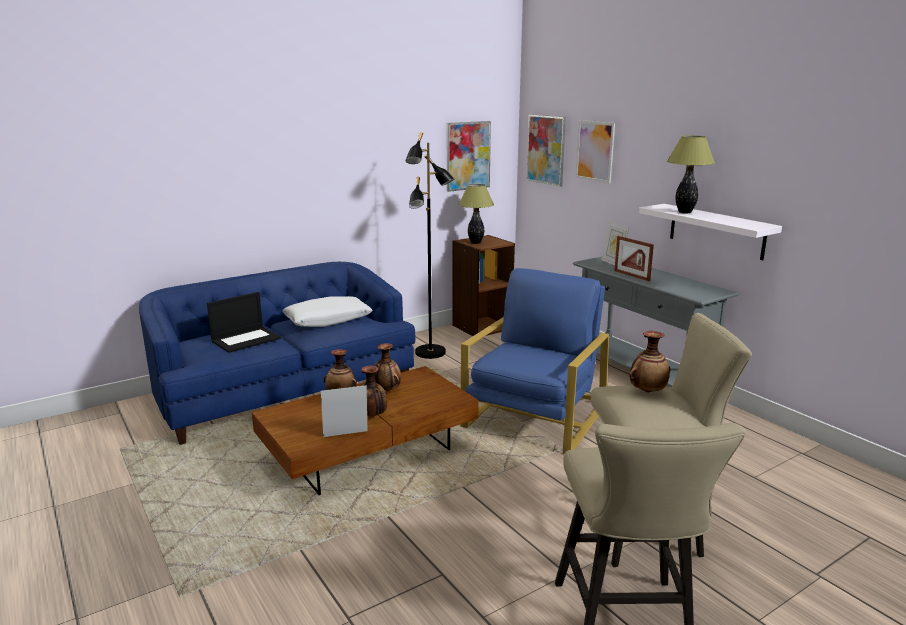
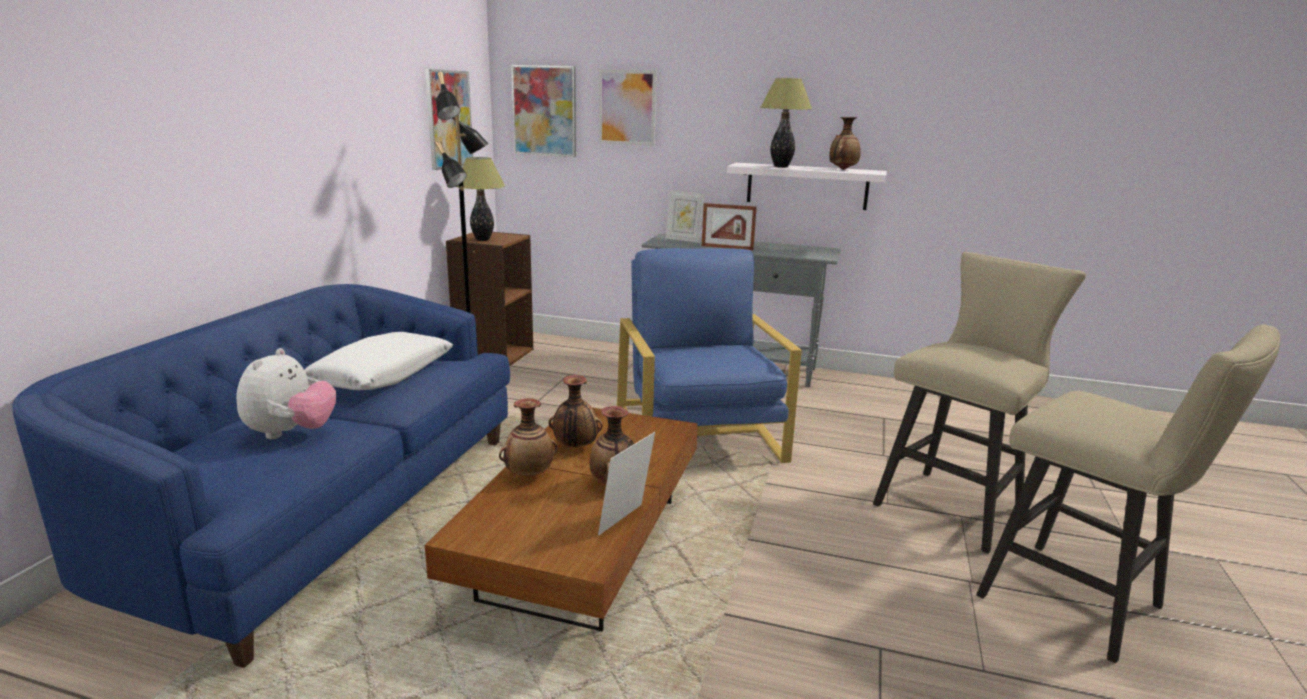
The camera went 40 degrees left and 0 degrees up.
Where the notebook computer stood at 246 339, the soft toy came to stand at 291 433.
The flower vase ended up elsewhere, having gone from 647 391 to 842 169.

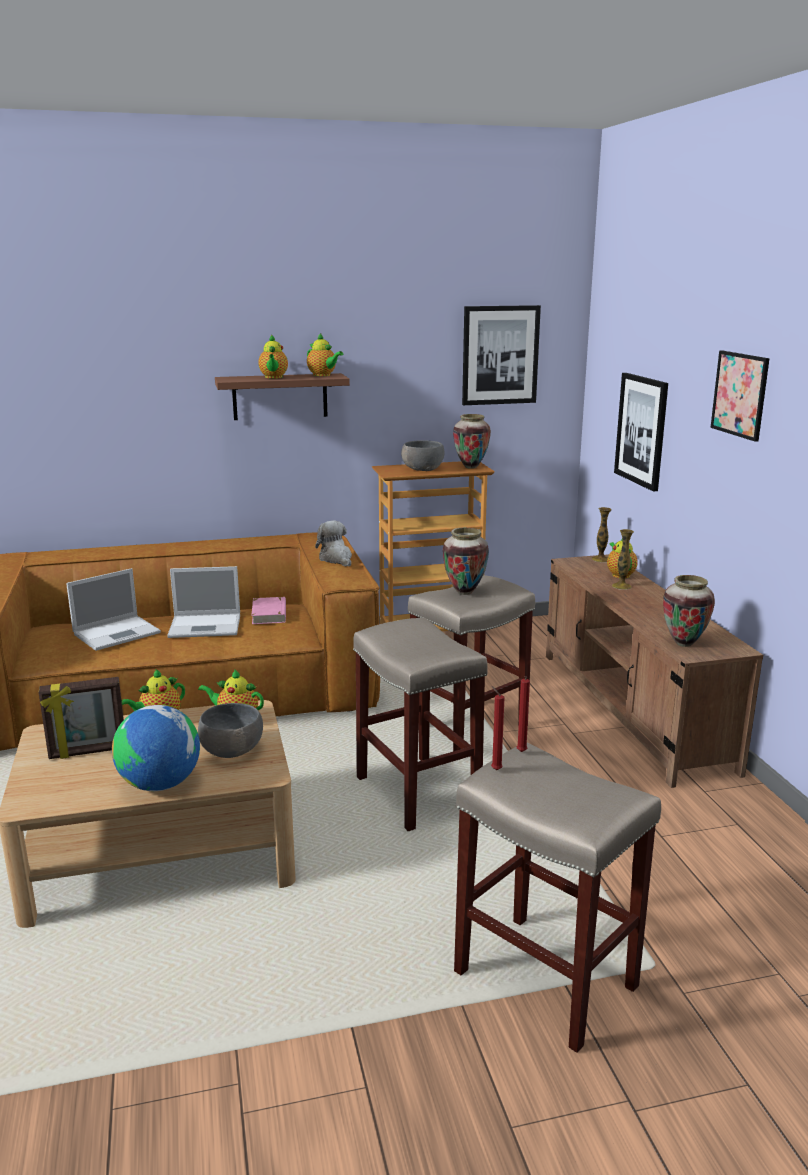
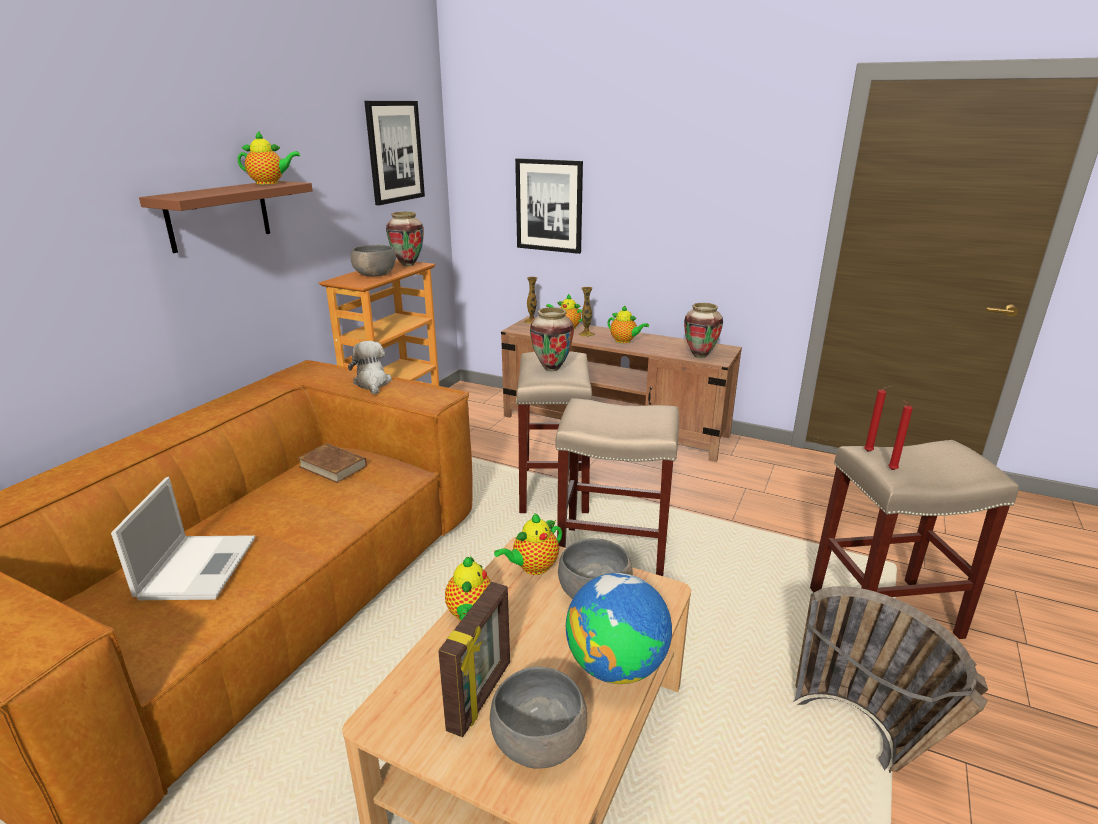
The camera went 50 degrees left and 5 degrees up.
What was the pink-coloured book at 269 614 turned into the brown-coloured book at 333 466.
The soft toy at 336 559 ended up facing another way, 60 degrees clockwise from before.
The second view gained the gray serving bowl at 539 742.
The pot for tea ended up elsewhere, having gone from 273 377 to 624 341.
The second view gained the household basket at 869 744.
The second view lost the notebook computer at 206 626.
The second view lost the picture at 740 394.

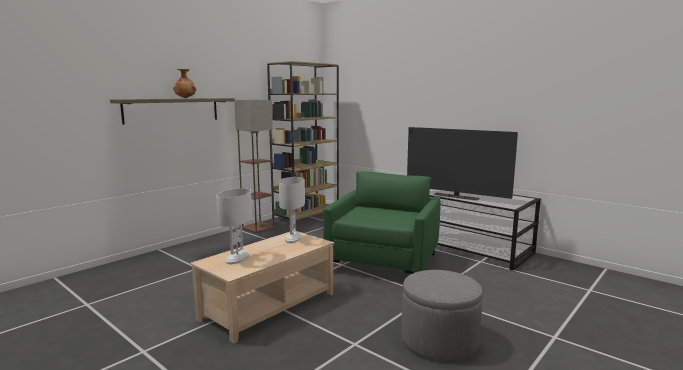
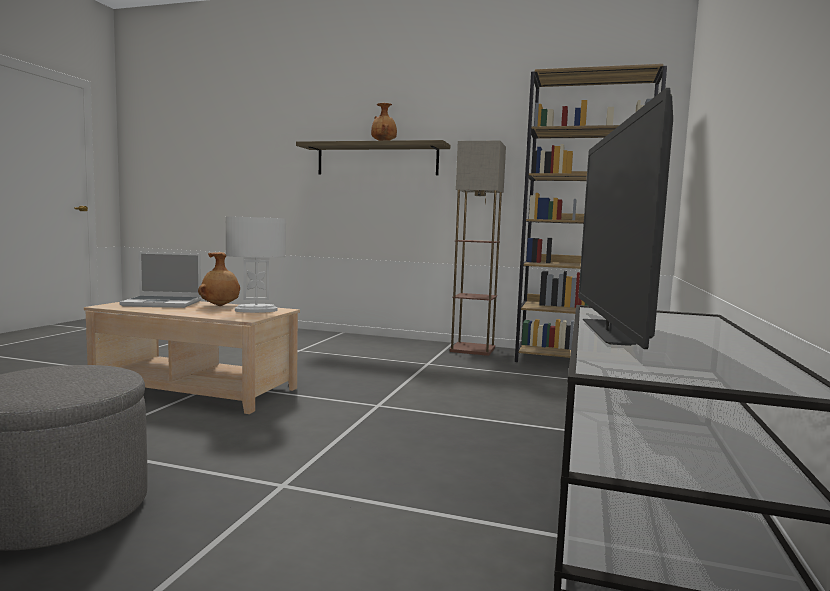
The camera went 65 degrees right and 5 degrees down.
Where the white lamp for a table stood at 237 258, the notebook computer came to stand at 163 303.
The second view gained the brown-coloured flower vase at 220 306.
The second view lost the green-coloured armchair at 383 263.

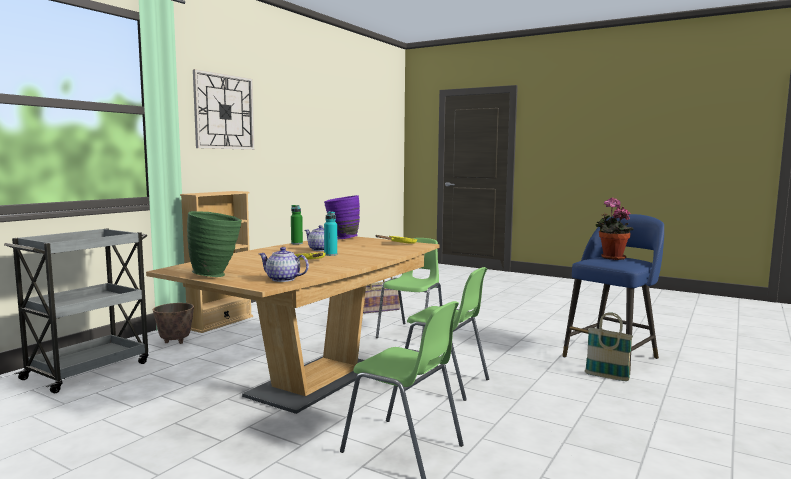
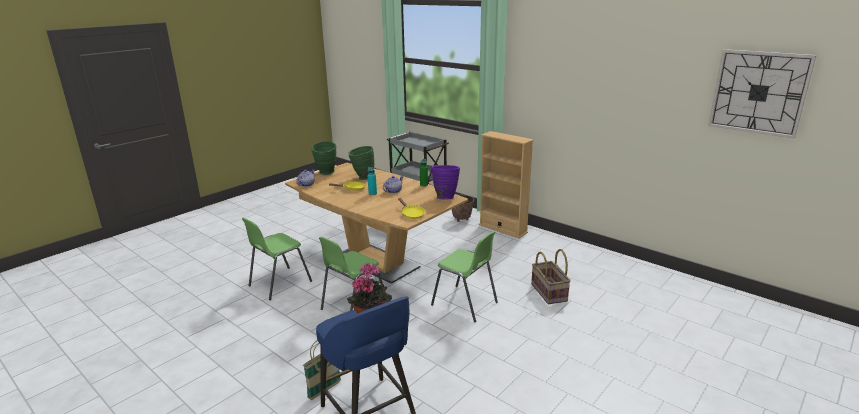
The camera went 100 degrees right and 15 degrees up.
The second view gained the green-coloured flower vase at 362 178.
The wall clock ended up elsewhere, having gone from 224 112 to 758 92.

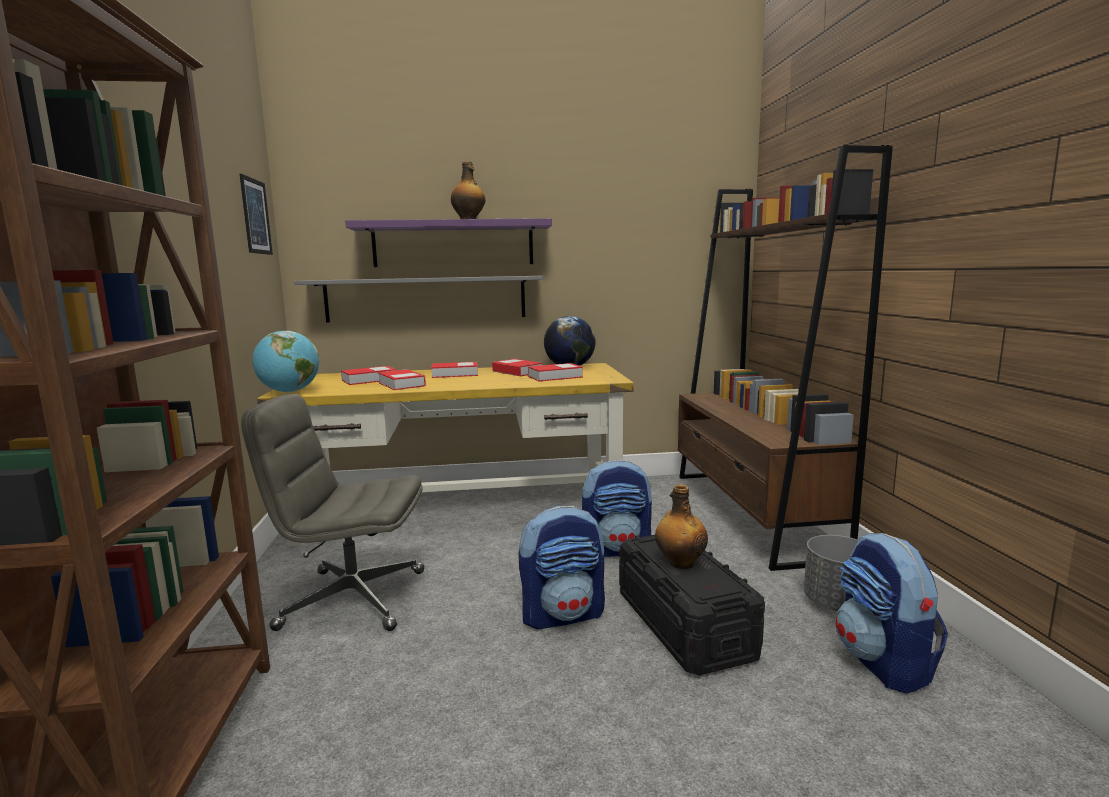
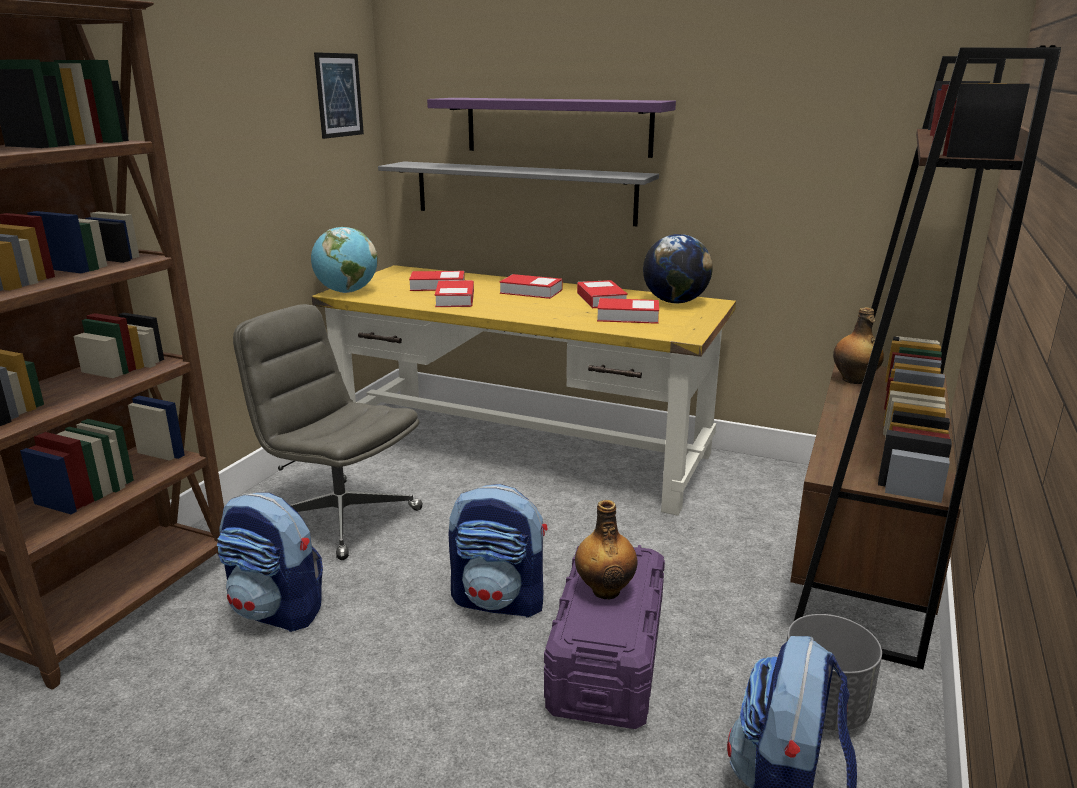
The camera went 30 degrees right and 10 degrees up.
The rucksack ended up elsewhere, having gone from 617 549 to 277 611.
What was the blackish storage bin at 683 624 turned into the purple storage bin at 606 659.
The beverage bottle ended up elsewhere, having gone from 468 219 to 854 380.

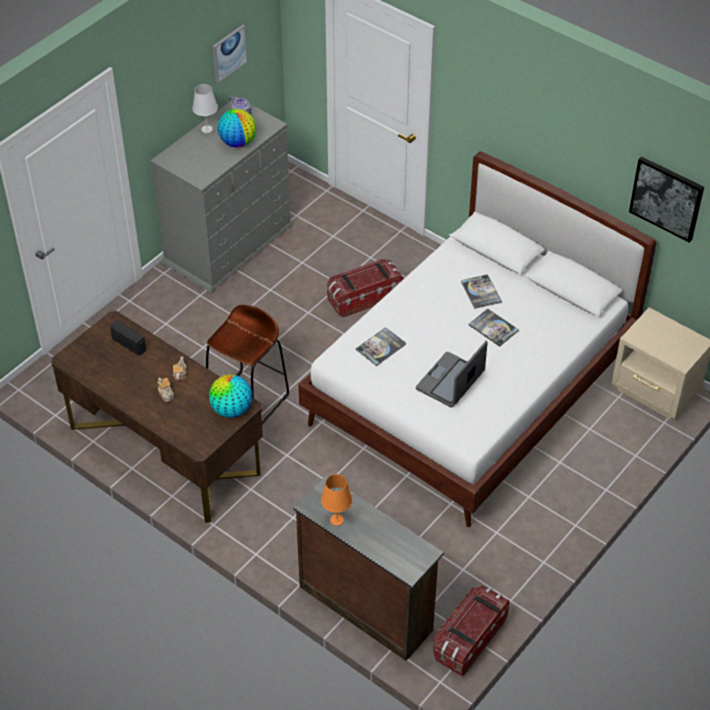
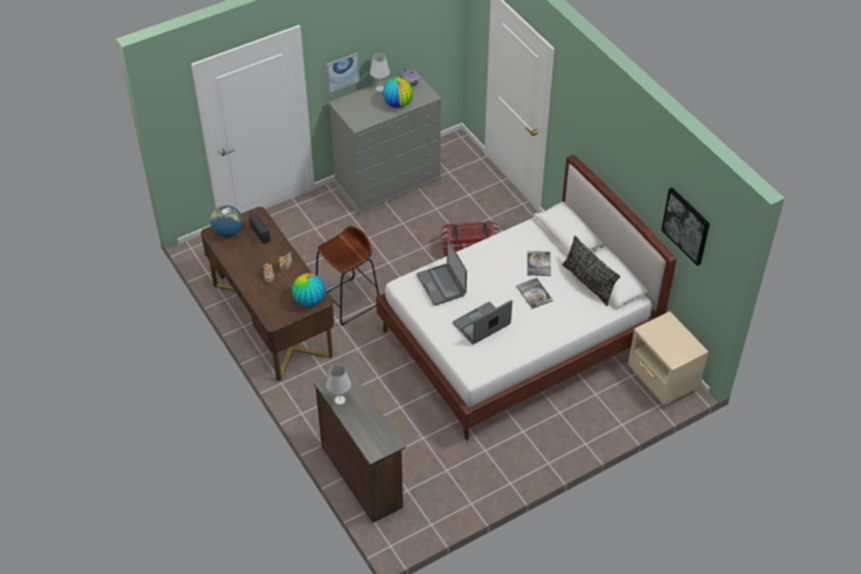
The camera went 20 degrees right and 0 degrees up.
The second view gained the desk globe at 228 232.
The picture ended up elsewhere, having gone from 229 53 to 342 72.
What was the orange-coloured lamp for a table at 336 520 turned into the white lamp for a table at 339 400.
Where the book stood at 381 347, the notebook computer came to stand at 441 285.
The second view gained the blackish pillow at 588 283.
The second view lost the storage bin at 469 639.

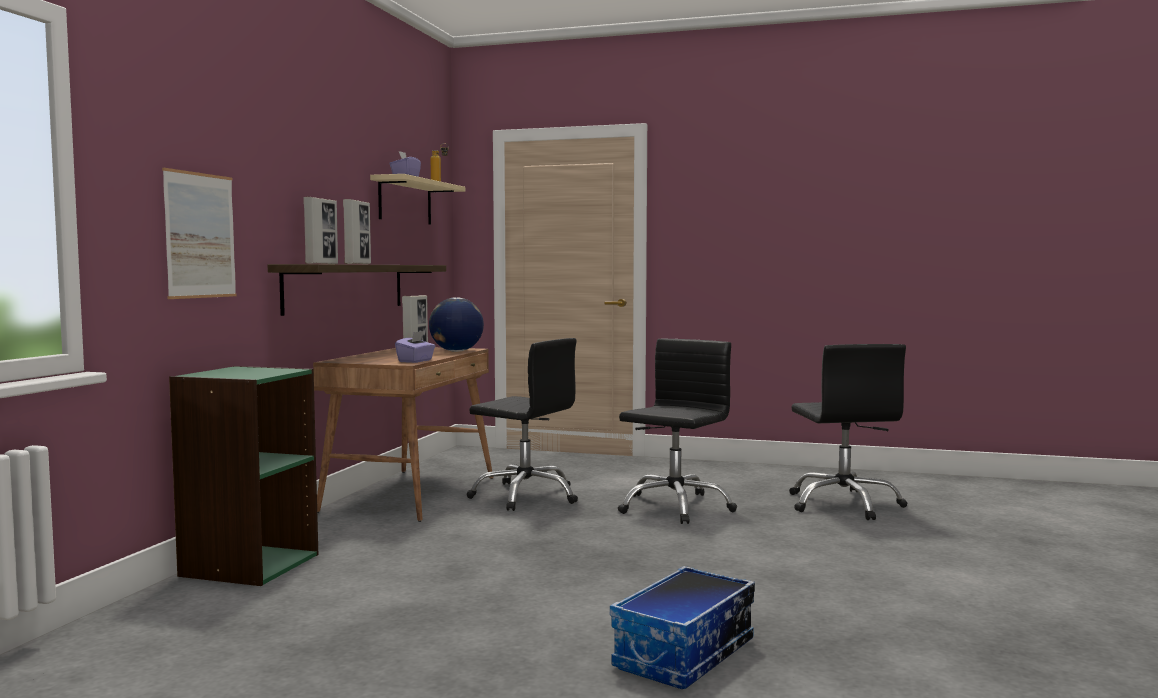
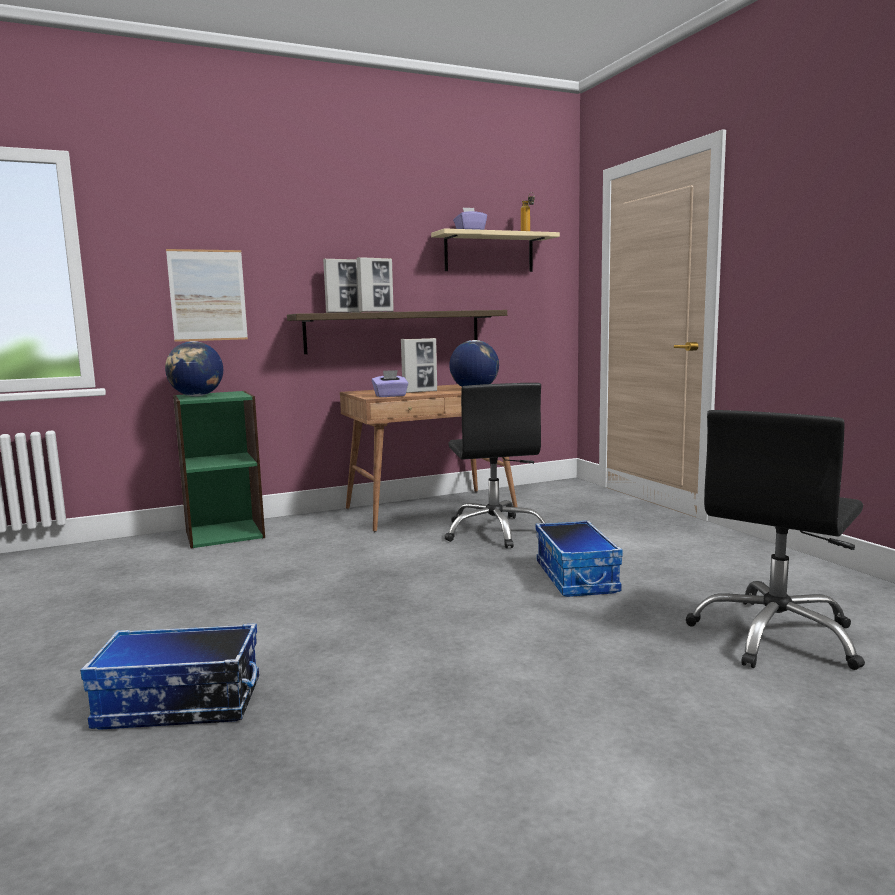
The camera went 50 degrees right and 5 degrees up.
The second view gained the desk globe at 196 396.
Where the blackish desk chair stood at 674 507, the storage bin came to stand at 577 577.

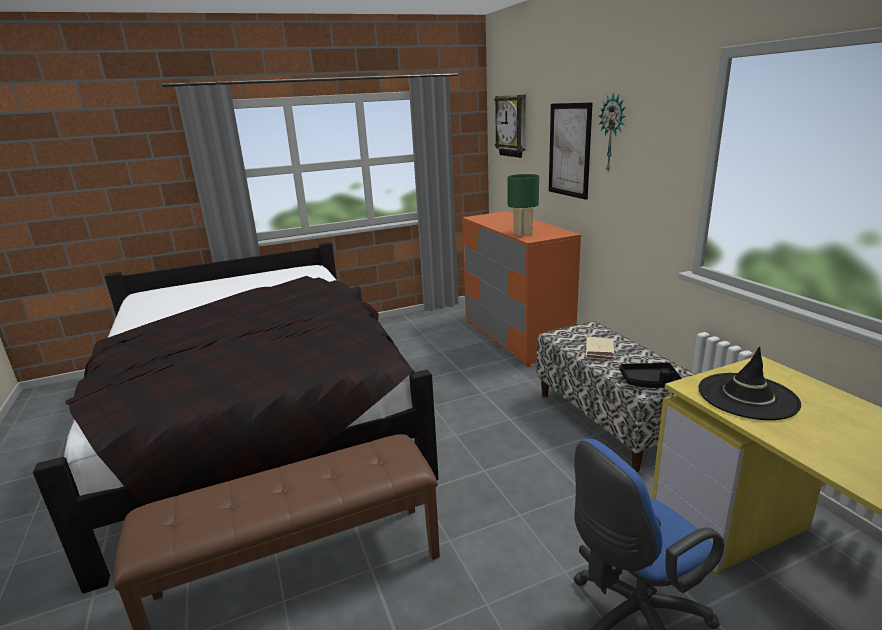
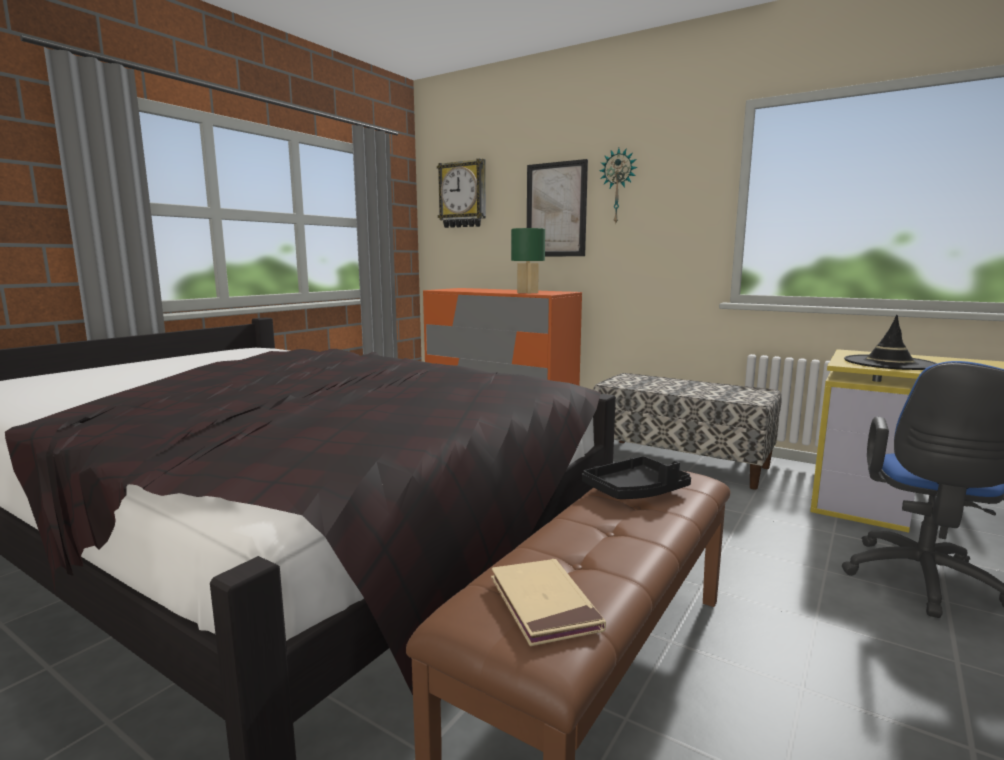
The camera went 35 degrees left and 10 degrees down.
The beige-coloured book ended up elsewhere, having gone from 599 350 to 544 605.
The blackish tray ended up elsewhere, having gone from 650 382 to 636 491.

